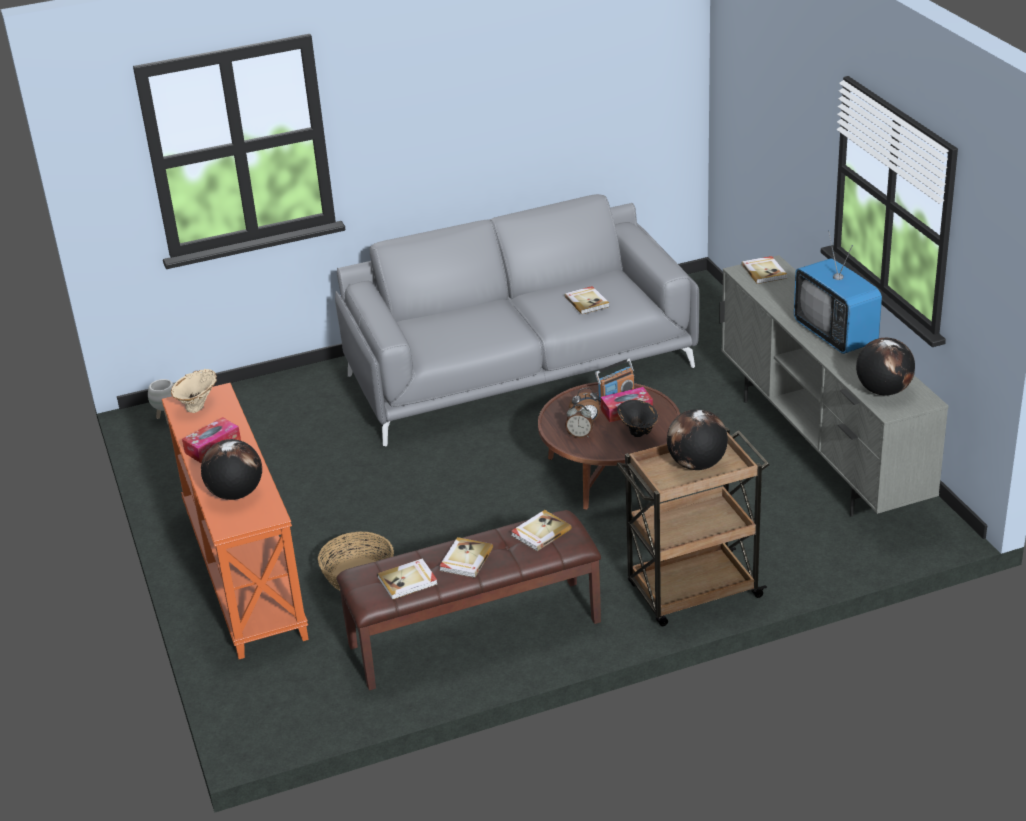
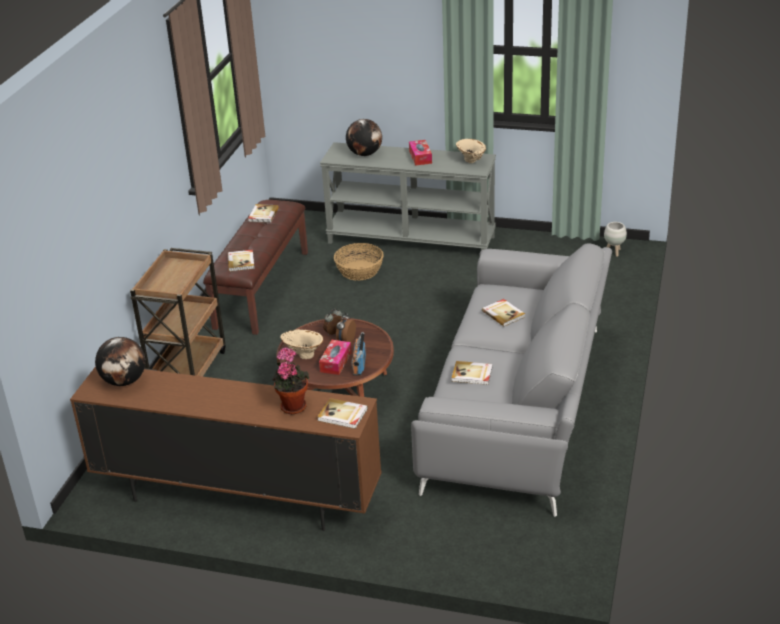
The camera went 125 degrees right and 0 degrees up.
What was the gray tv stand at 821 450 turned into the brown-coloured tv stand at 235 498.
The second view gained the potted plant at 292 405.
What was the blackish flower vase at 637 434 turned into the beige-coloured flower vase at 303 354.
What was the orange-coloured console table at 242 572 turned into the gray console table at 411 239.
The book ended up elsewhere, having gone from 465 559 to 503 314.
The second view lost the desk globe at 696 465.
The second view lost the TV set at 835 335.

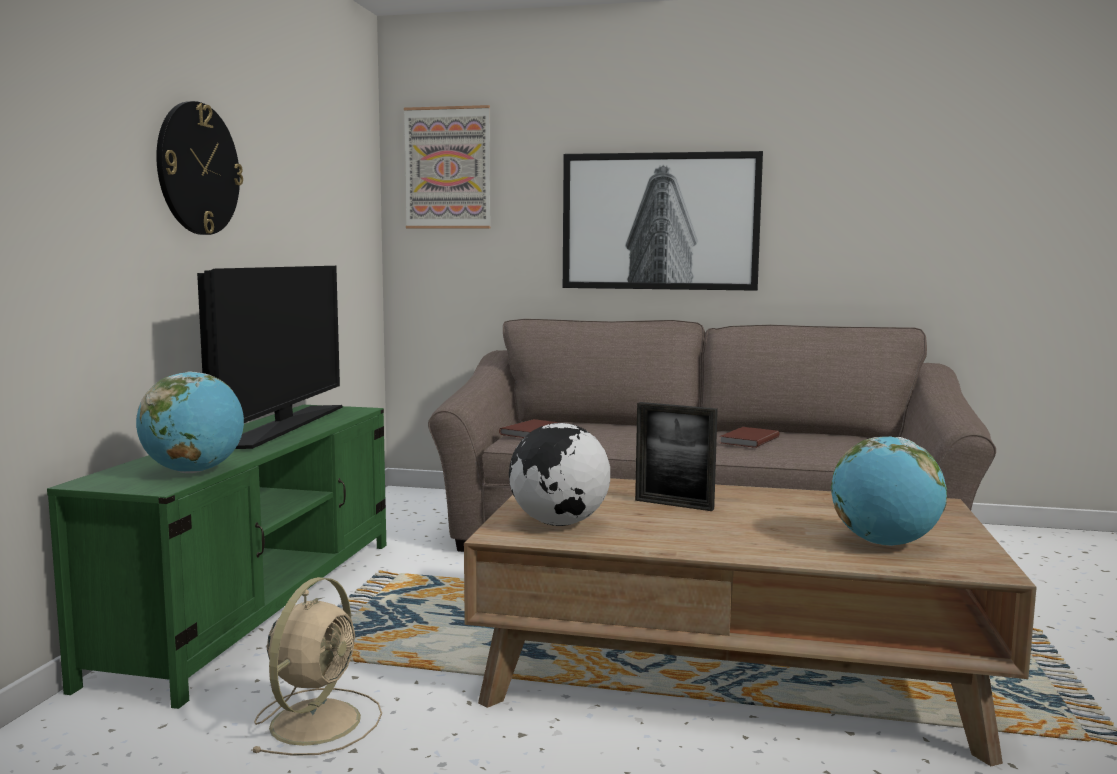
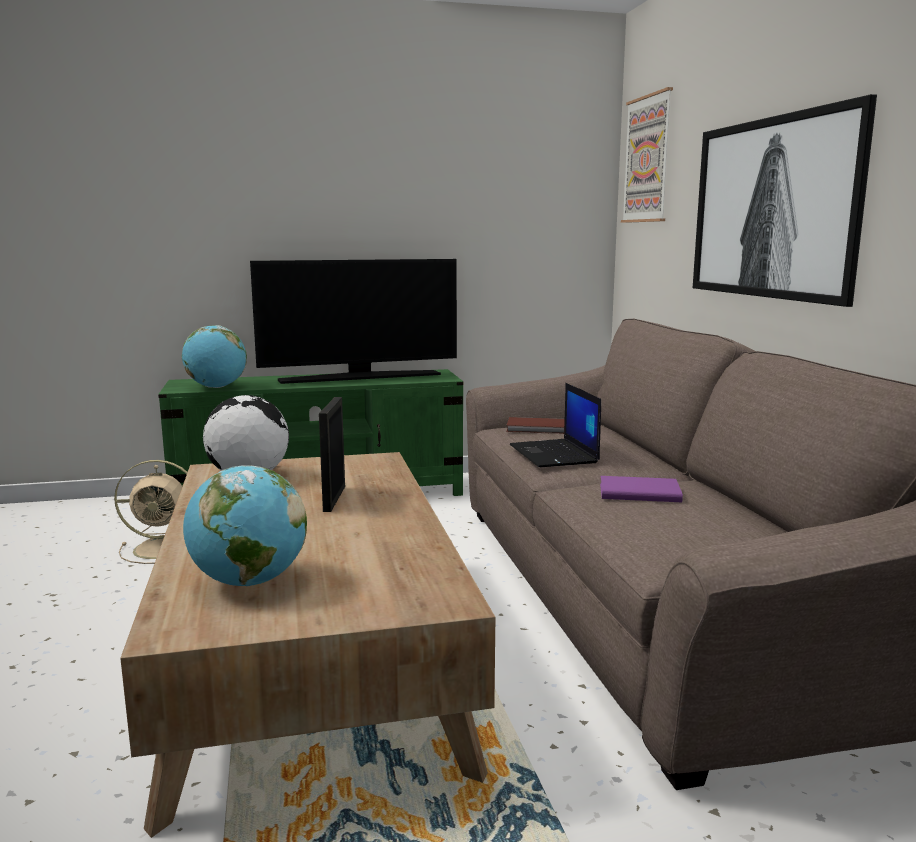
The camera went 65 degrees right and 5 degrees up.
The second view gained the notebook computer at 555 454.
What was the brown-coloured book at 747 440 turned into the purple book at 638 492.
The second view lost the wall clock at 198 169.

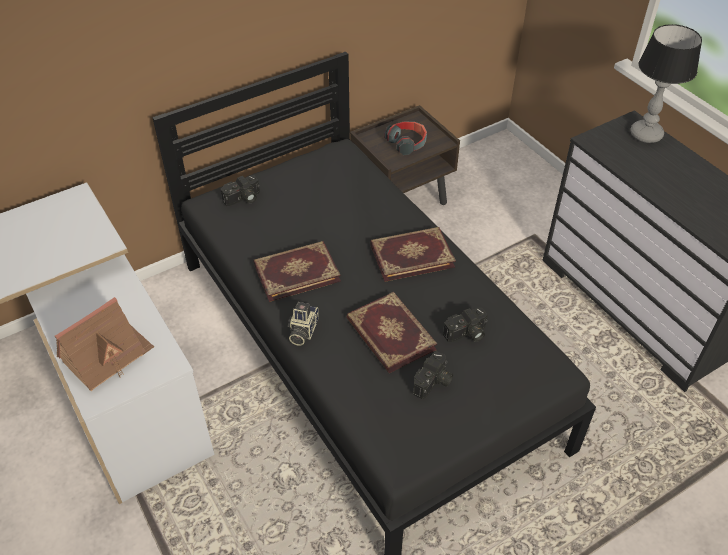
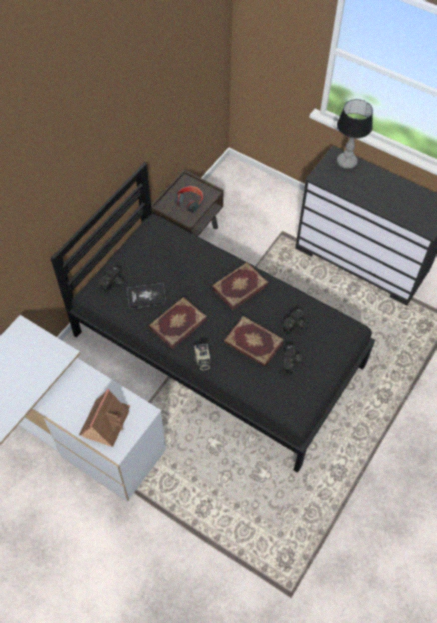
The camera went 25 degrees left and 10 degrees up.
The second view gained the book at 146 296.

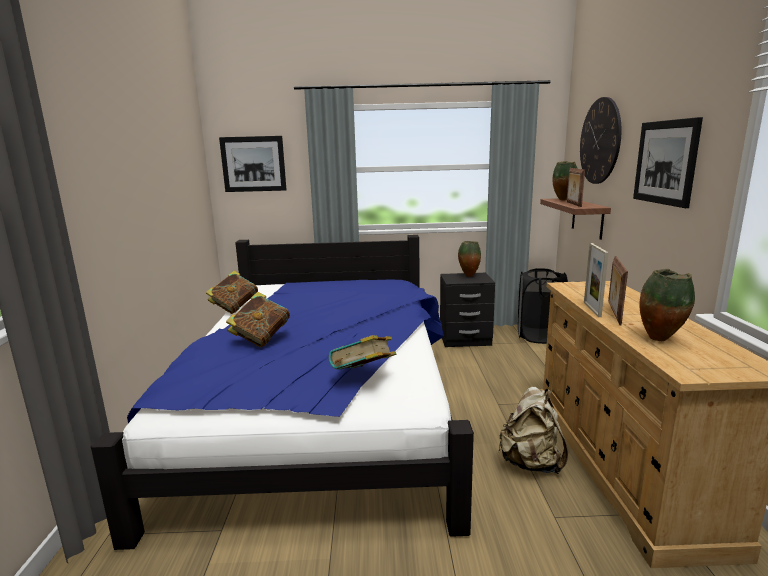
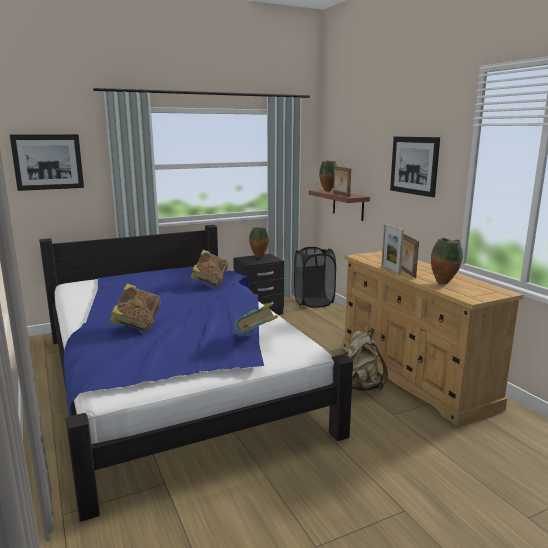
The camera went 25 degrees left and 0 degrees up.
The book ended up elsewhere, having gone from 235 308 to 210 282.
The second view lost the wall clock at 600 141.

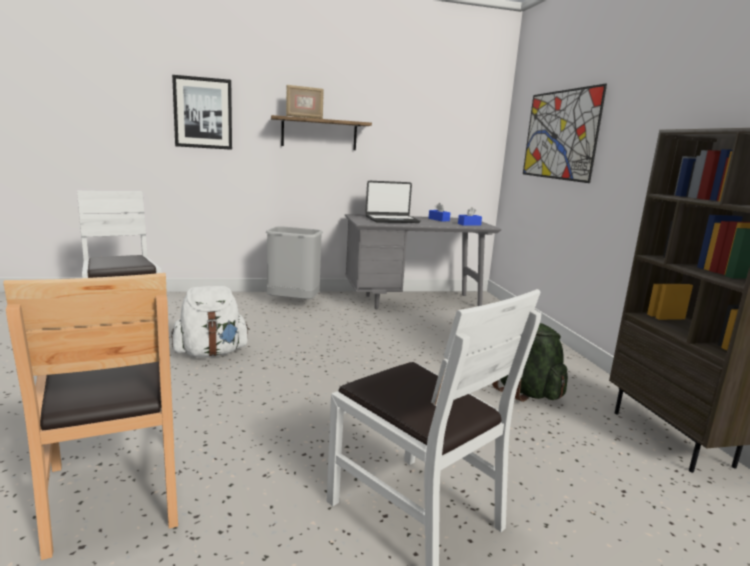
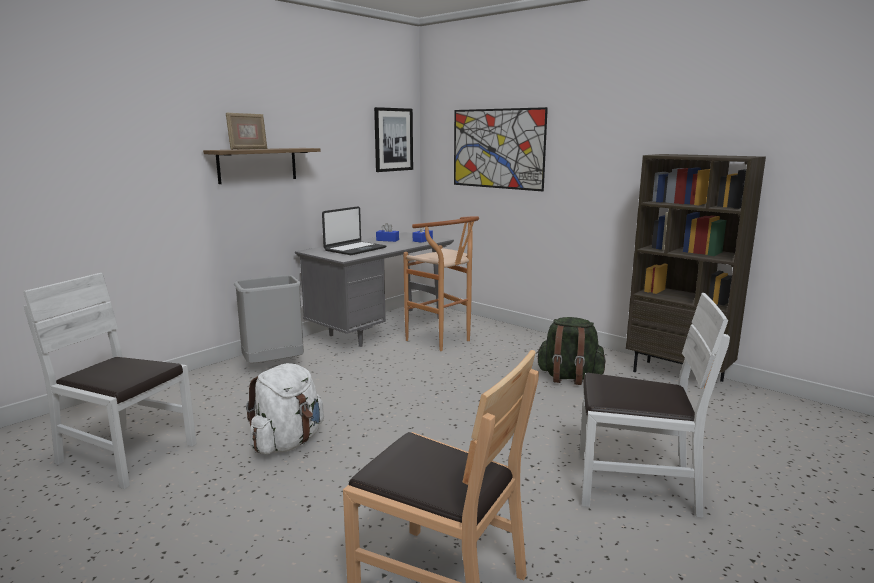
The camera went 35 degrees left and 0 degrees up.
The picture ended up elsewhere, having gone from 203 113 to 393 139.
The second view gained the brown-coloured stool at 443 341.

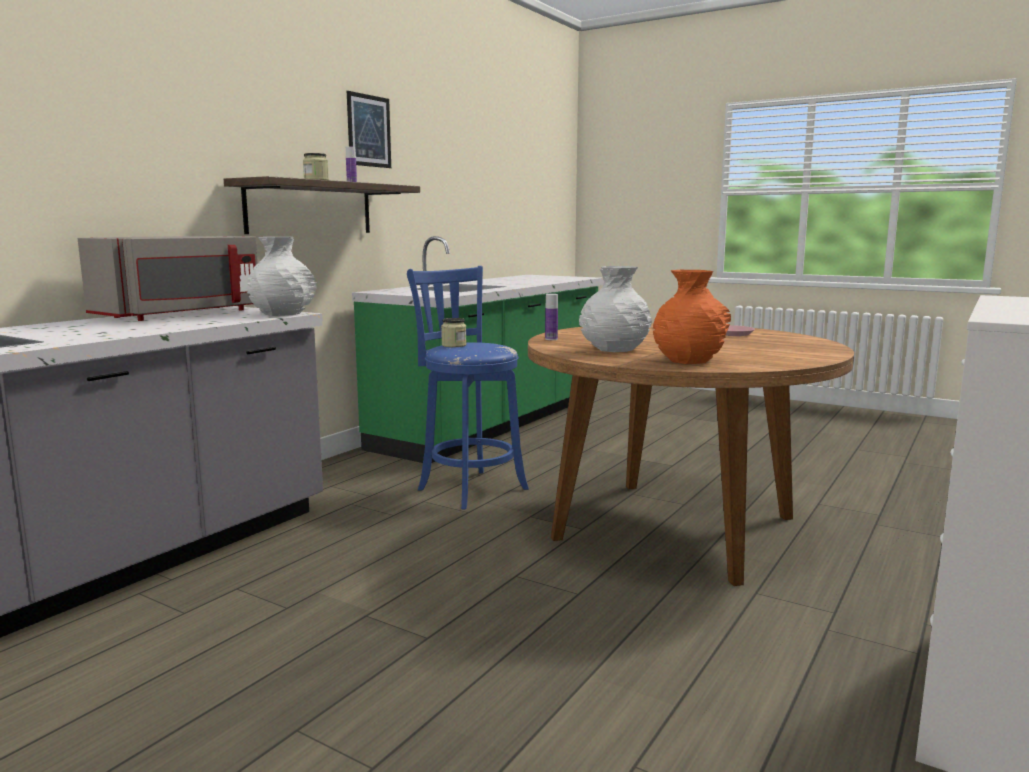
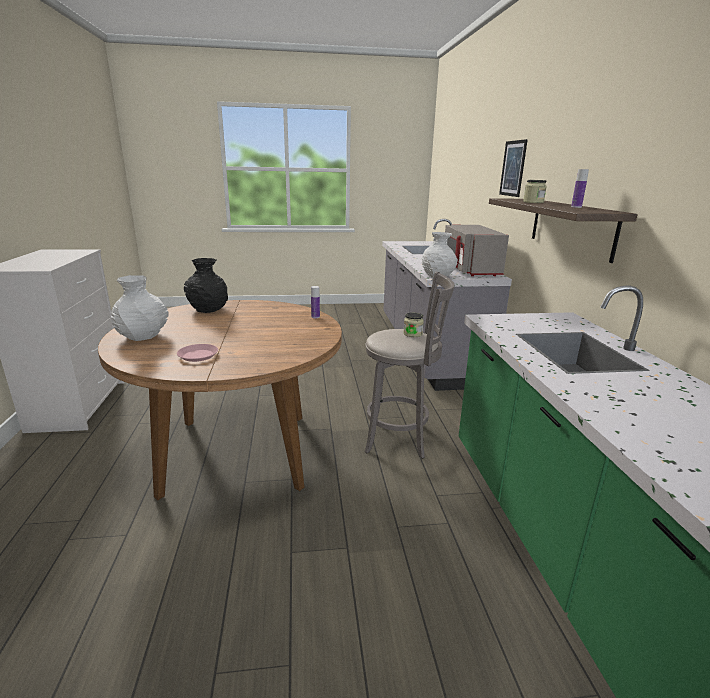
The camera went 140 degrees right and 10 degrees up.
The white flower vase ended up elsewhere, having gone from 614 350 to 143 336.
What was the orange-coloured flower vase at 688 360 turned into the blackish flower vase at 209 310.
What was the bluish stool at 469 488 turned into the gray stool at 400 438.
The picture ended up elsewhere, having gone from 369 131 to 513 168.

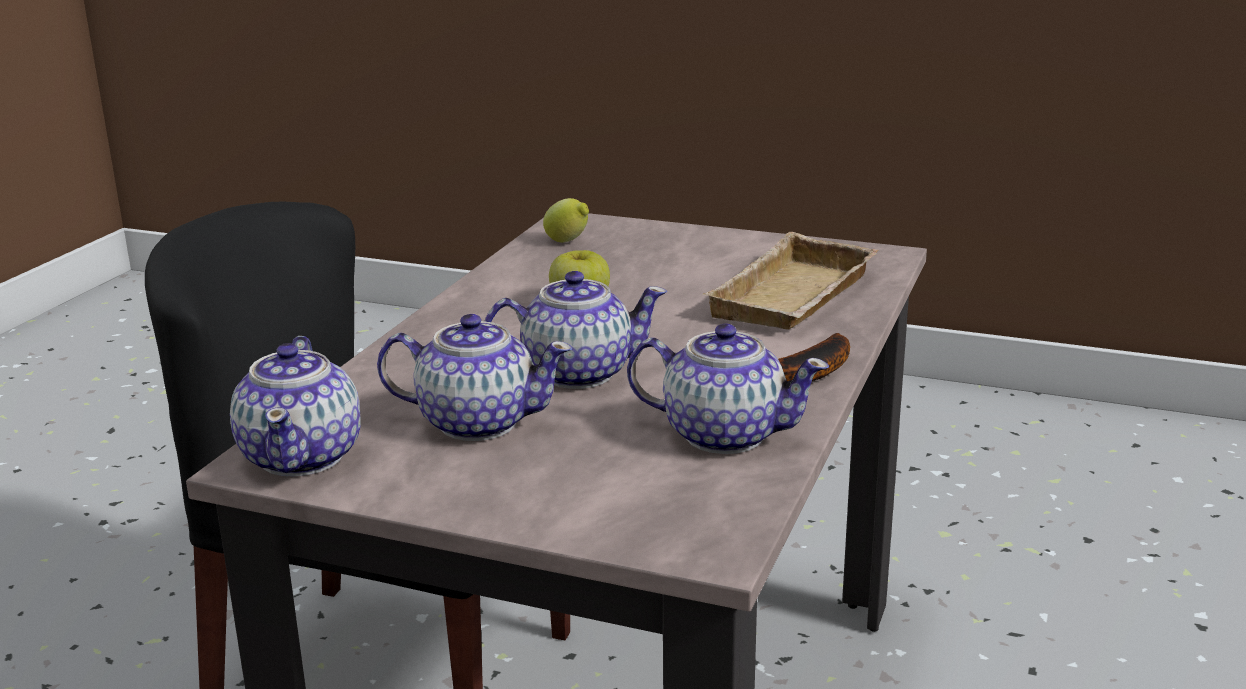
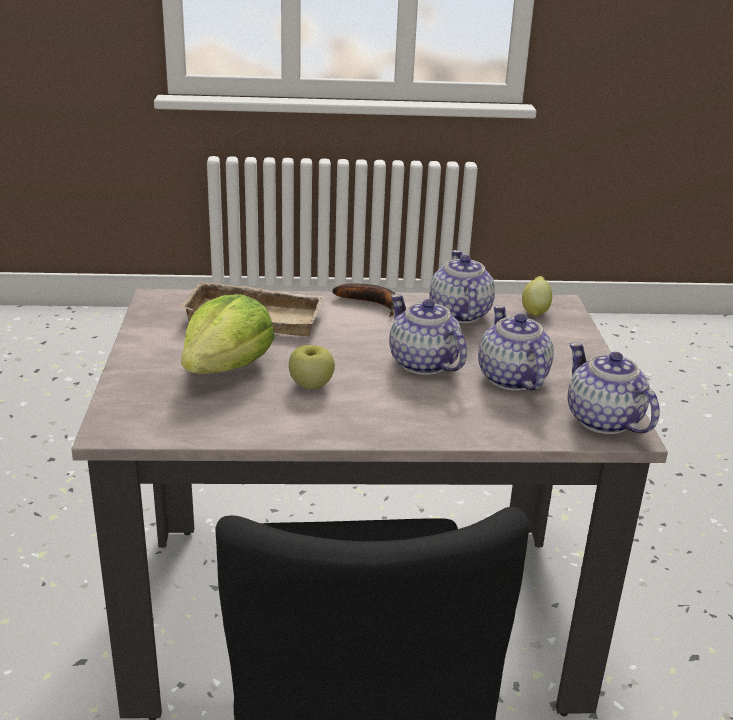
The camera went 115 degrees left and 5 degrees up.
The second view gained the lettuce head at 227 367.
The citrus fruit ended up elsewhere, having gone from 568 242 to 535 311.
The pot for tea at 303 456 ended up facing another way, 90 degrees counterclockwise from before.

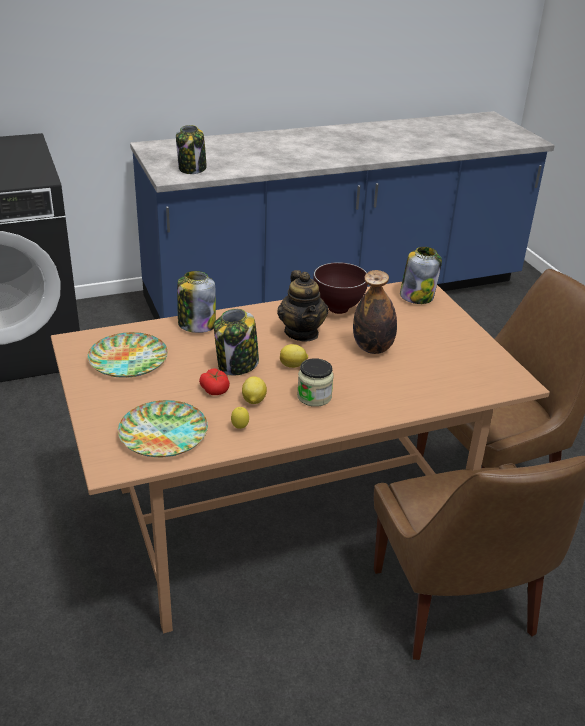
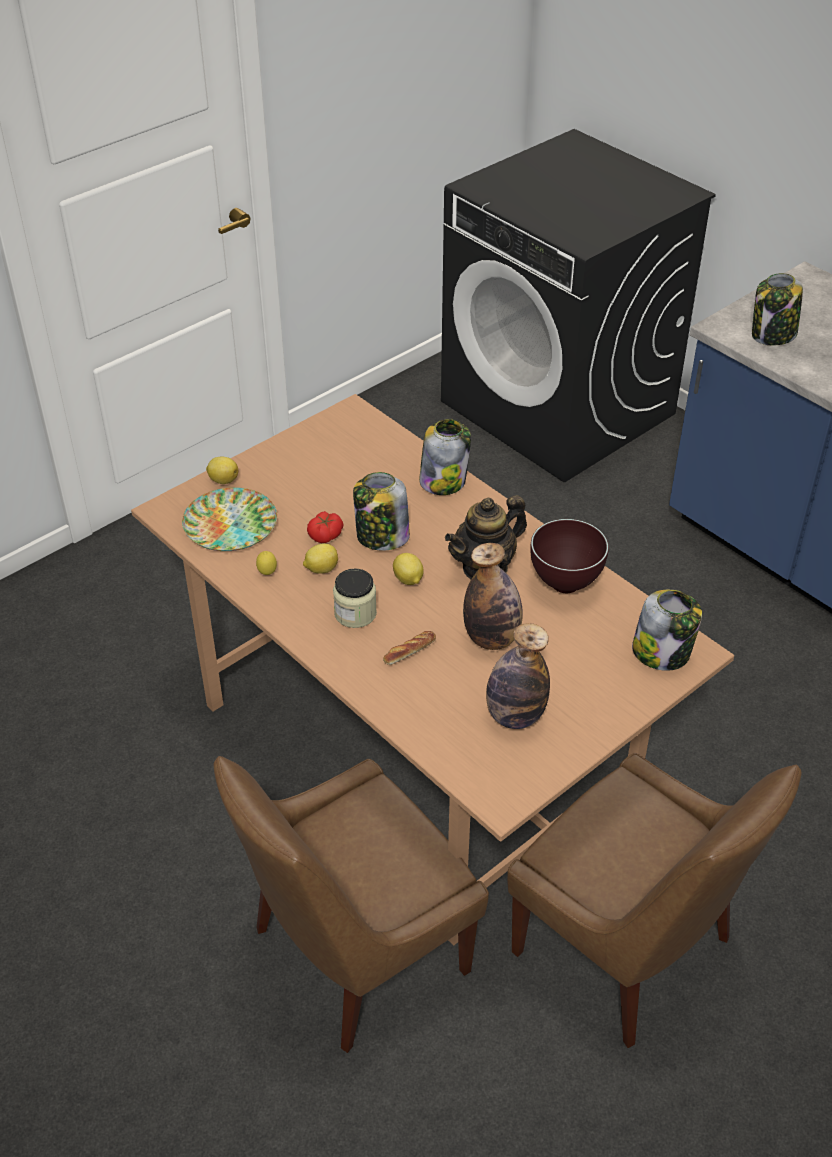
The camera went 70 degrees right and 10 degrees up.
The second view gained the citrus fruit at 223 480.
The second view gained the bread at 410 651.
The second view gained the beverage bottle at 514 716.
The second view lost the plate at 129 360.

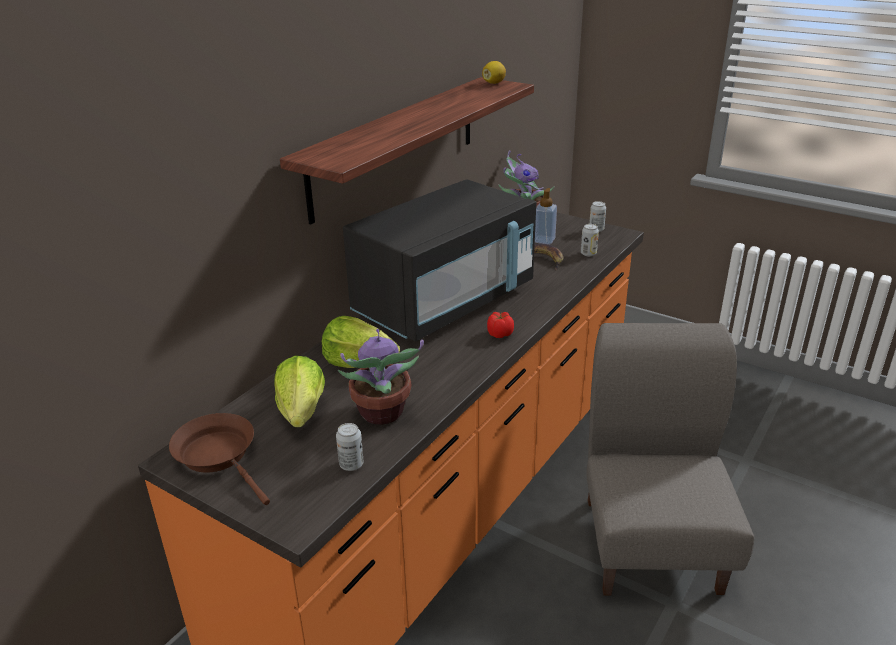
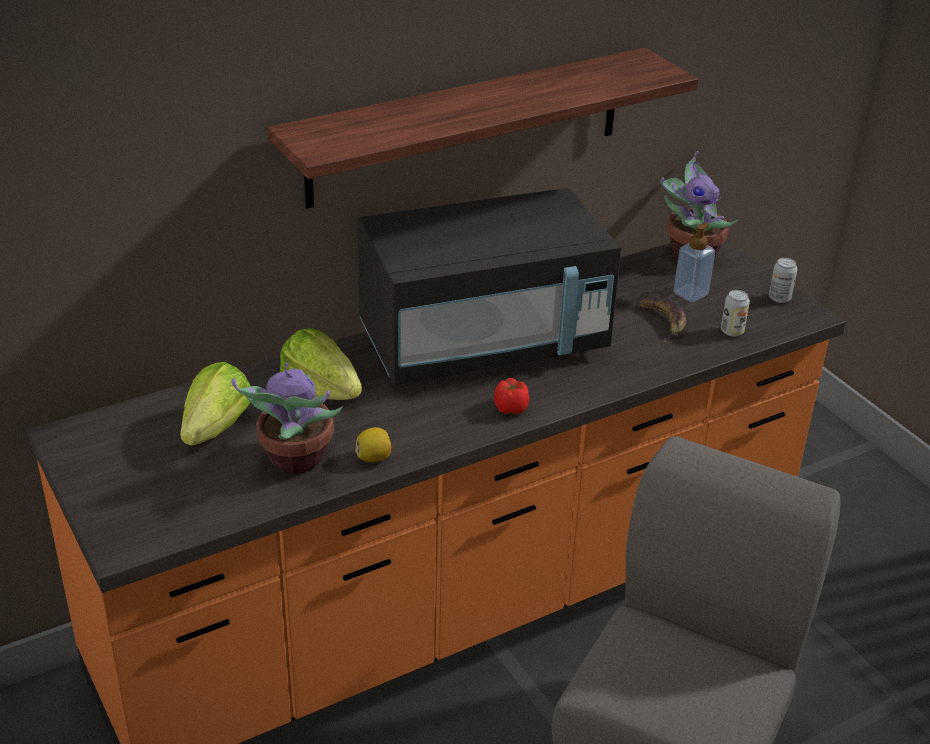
The camera went 25 degrees right and 5 degrees up.
The citrus fruit ended up elsewhere, having gone from 494 83 to 374 457.
The second view lost the brown-coloured frying pan at 219 456.
The second view lost the can at 351 464.

